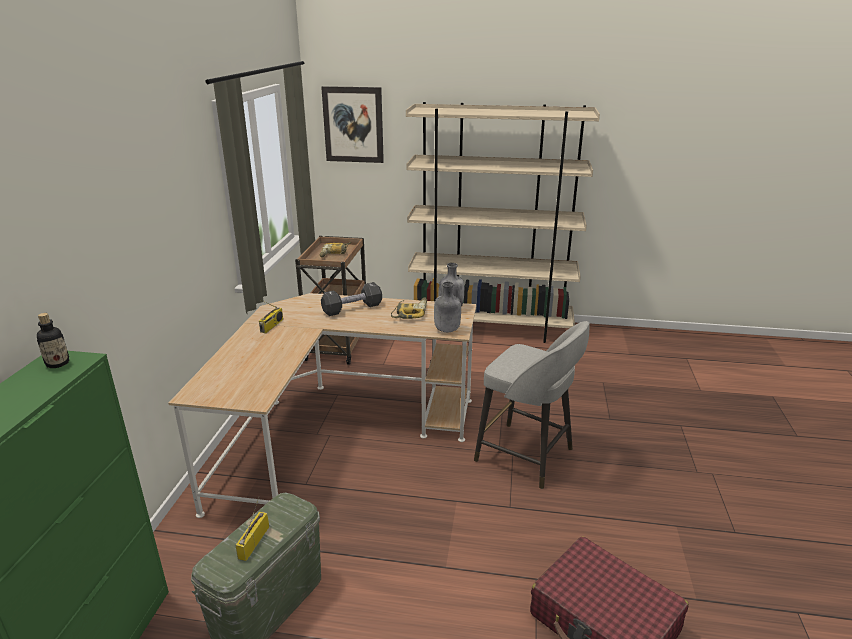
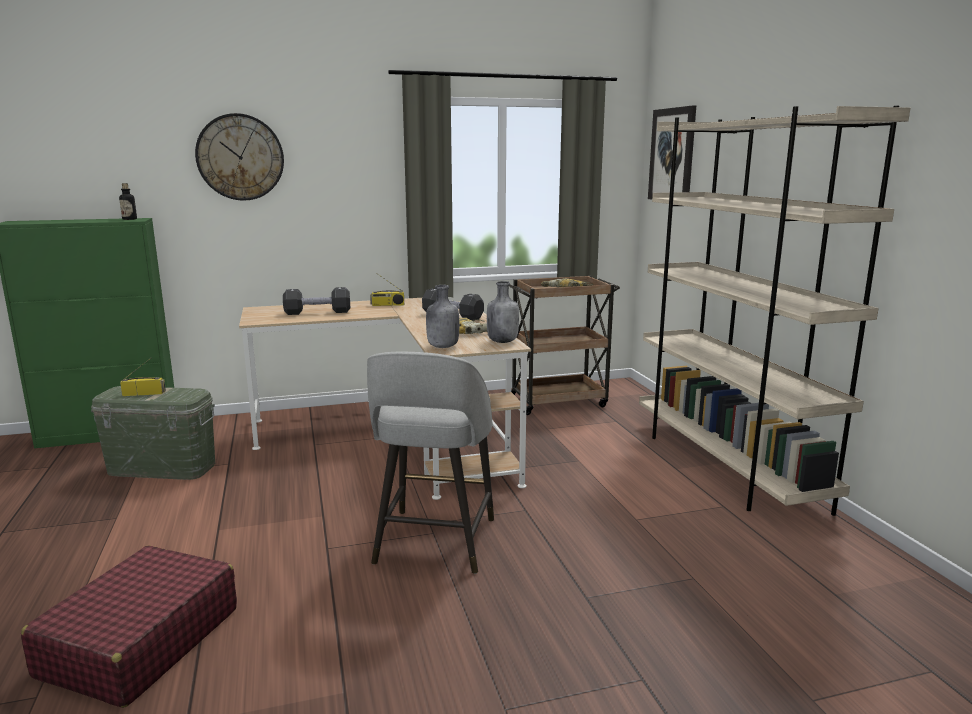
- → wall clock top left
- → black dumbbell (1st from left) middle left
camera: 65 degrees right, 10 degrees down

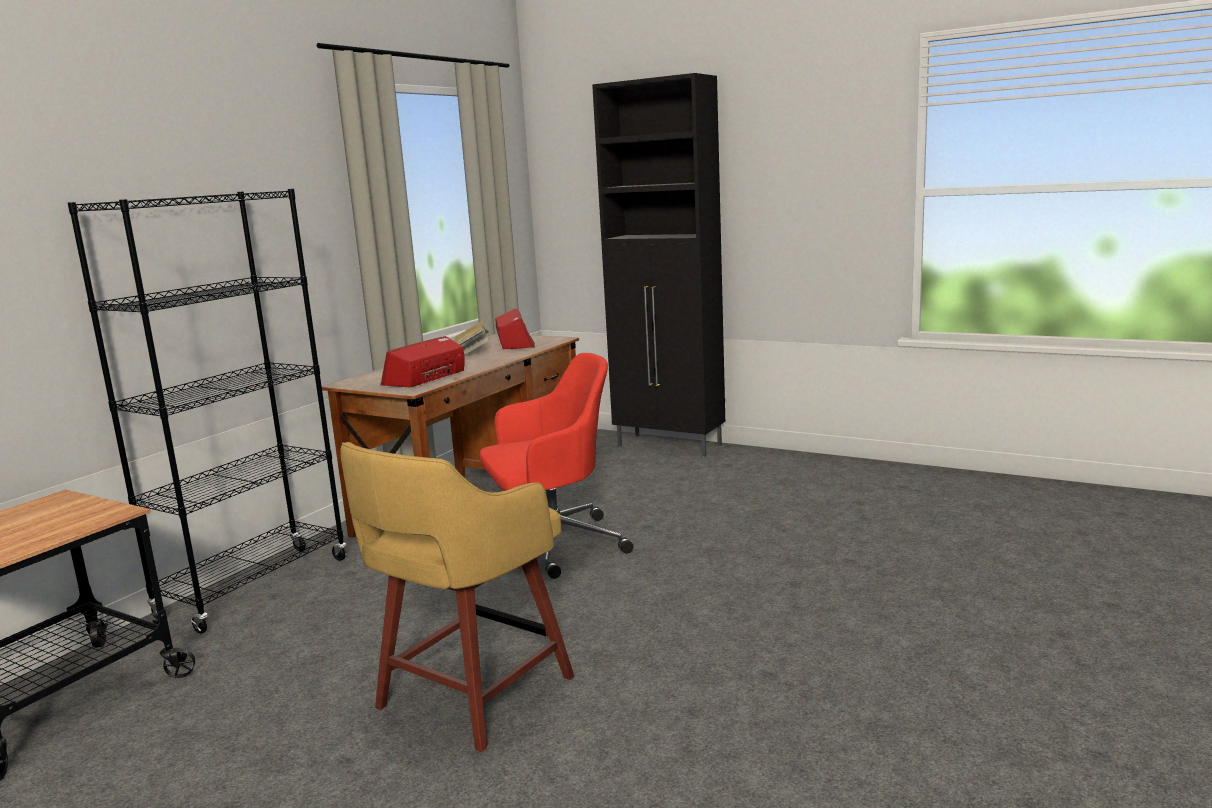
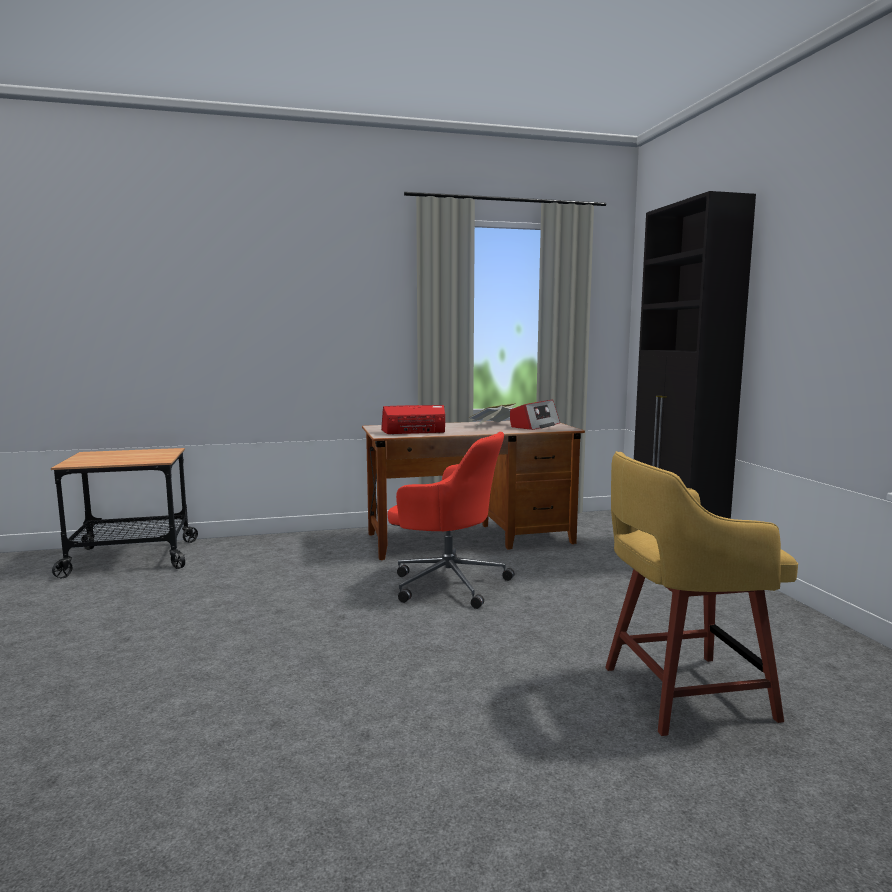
yellow stool bottom centre → yellow stool middle right, move
black bookcase middle left → -
camera: 45 degrees right, 5 degrees down

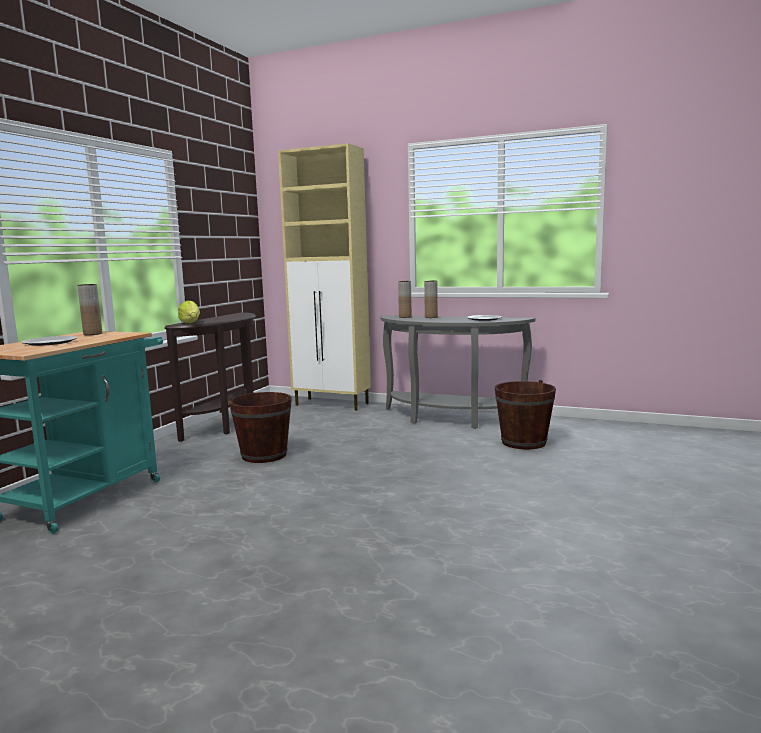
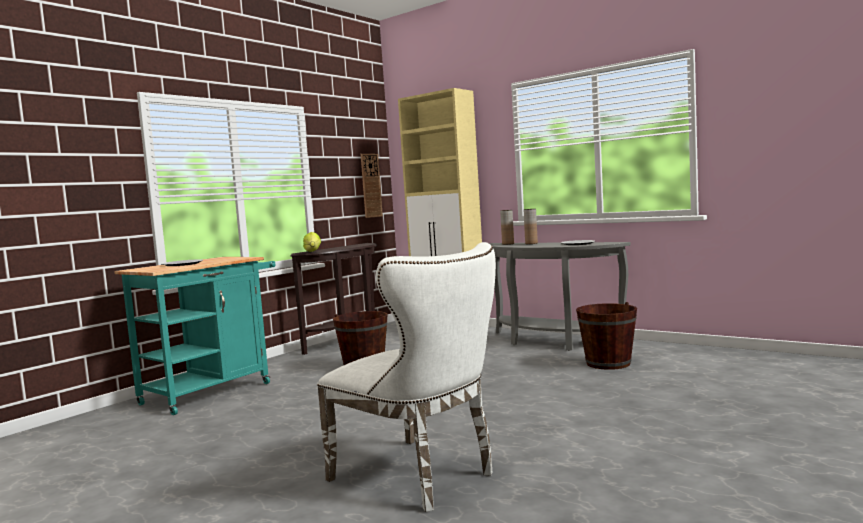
- → white chair bottom centre
- → wall clock centre
brown vase (1st from left) middle left → -
camera: 15 degrees right, 5 degrees down

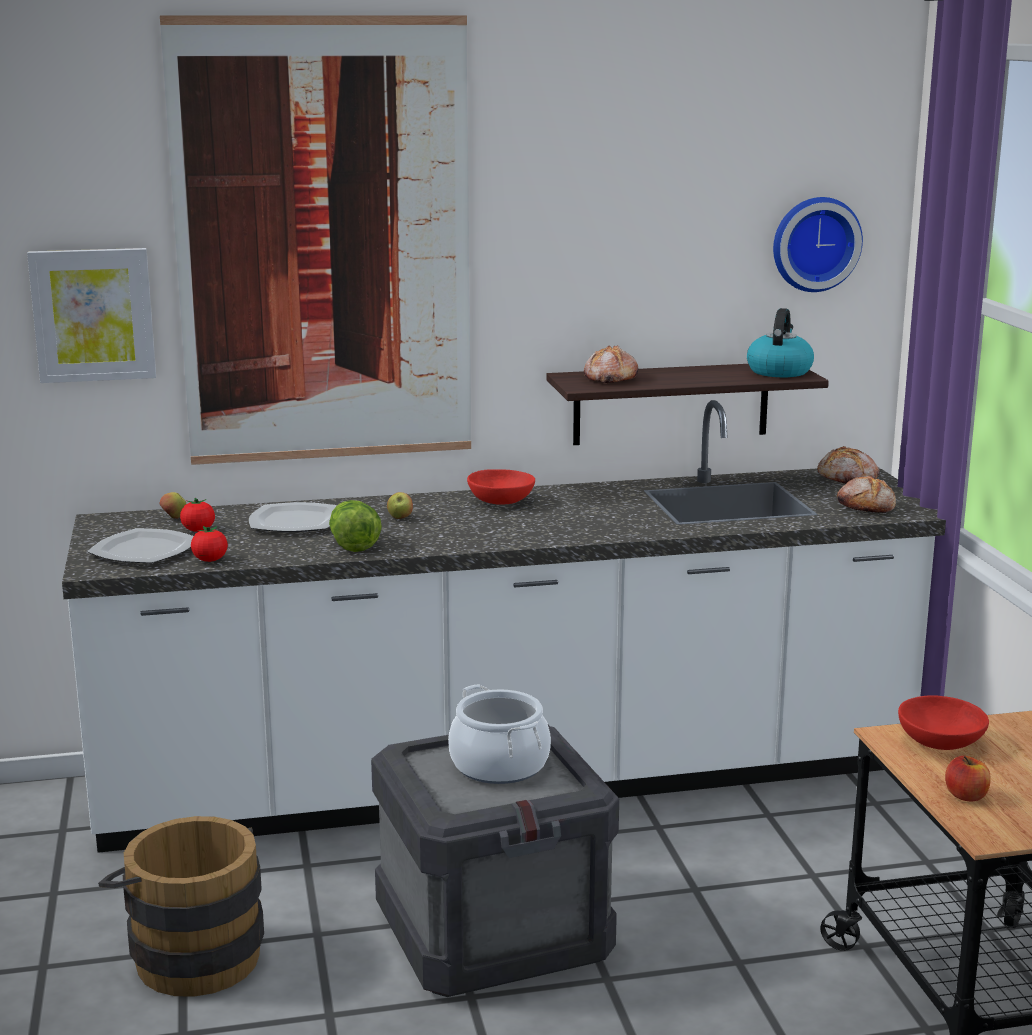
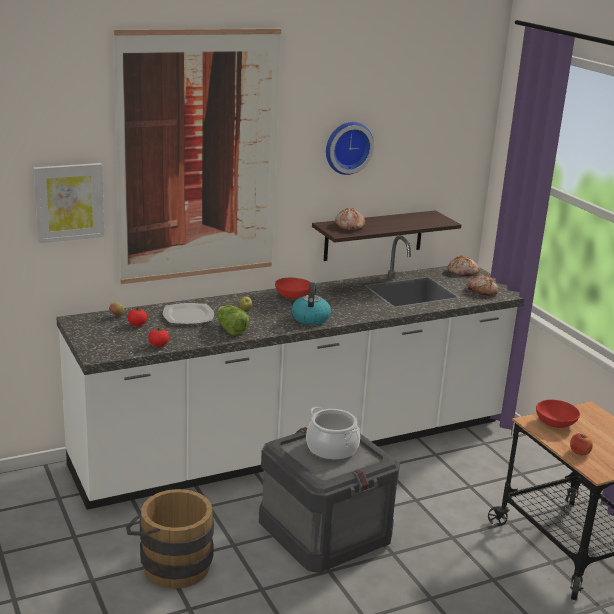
kettle top right → kettle centre, move
wall clock top right → wall clock top centre, move
plate (1st from left) middle left → -
camera: 15 degrees left, 5 degrees up

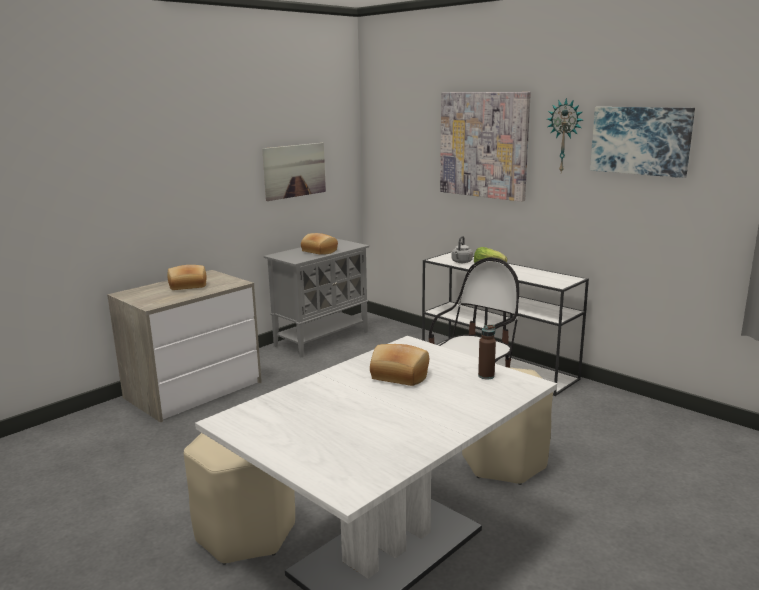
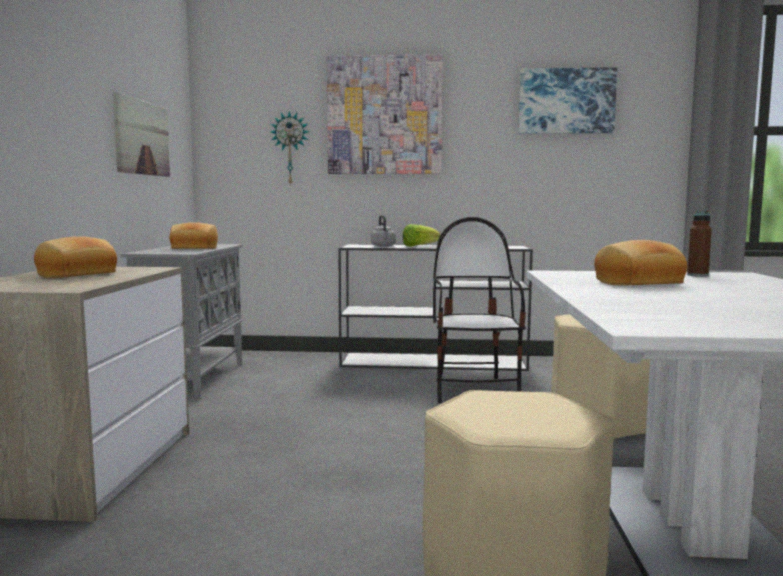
wall clock top right → wall clock top centre, move
camera: 40 degrees left, 10 degrees down

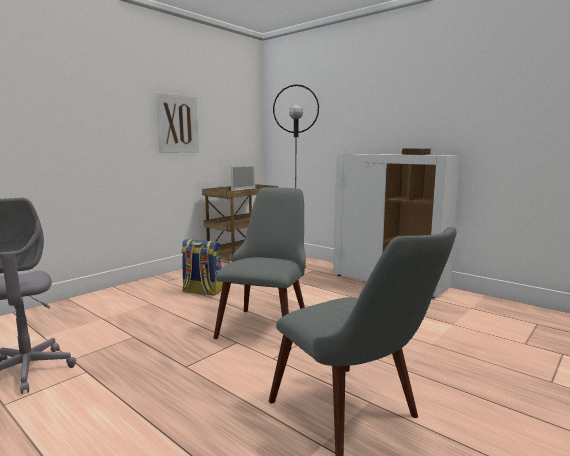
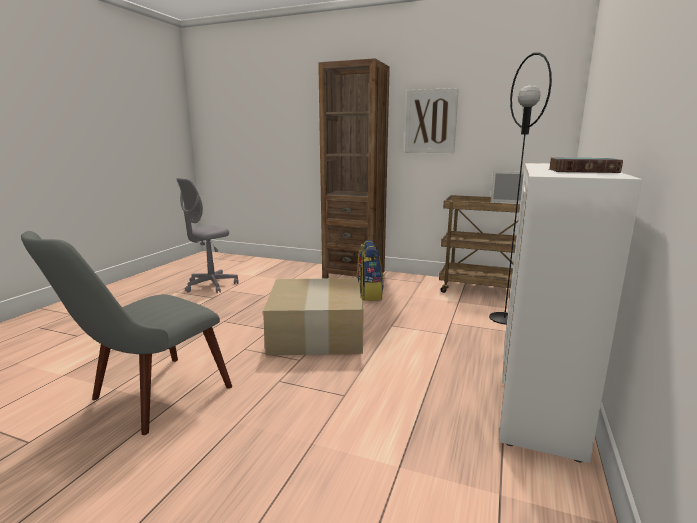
grey chair (1st from left) centre → cardboard box centre
- → brown bookcase top centre
camera: 70 degrees right, 5 degrees up

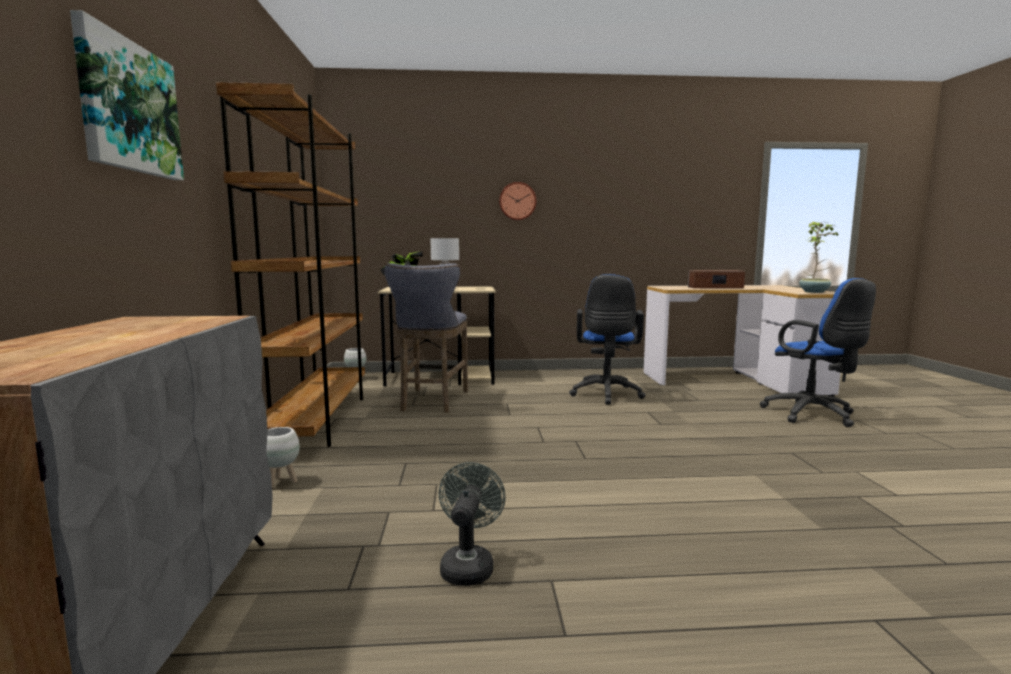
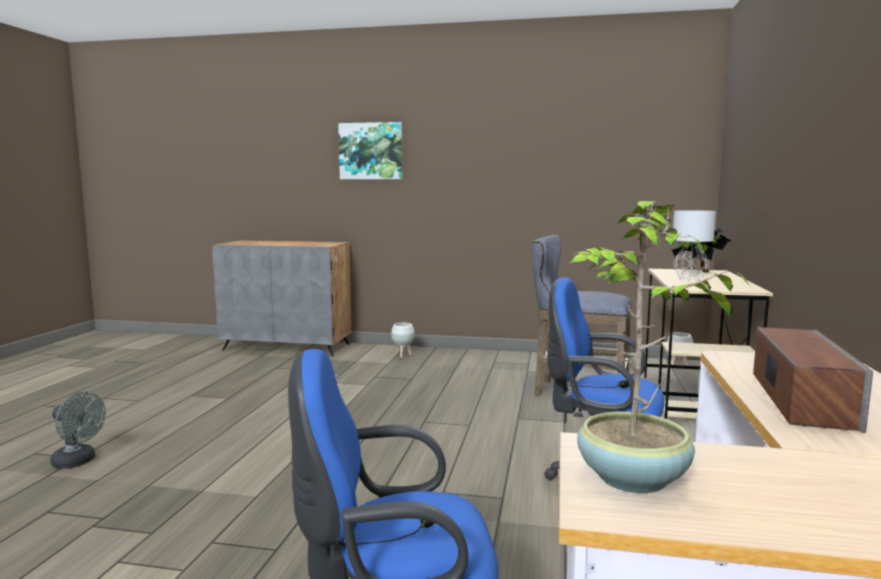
grey fan bottom centre → grey fan bottom left, move
brown bookcase middle left → -
wall clock top centre → -
camera: 105 degrees right, 0 degrees up

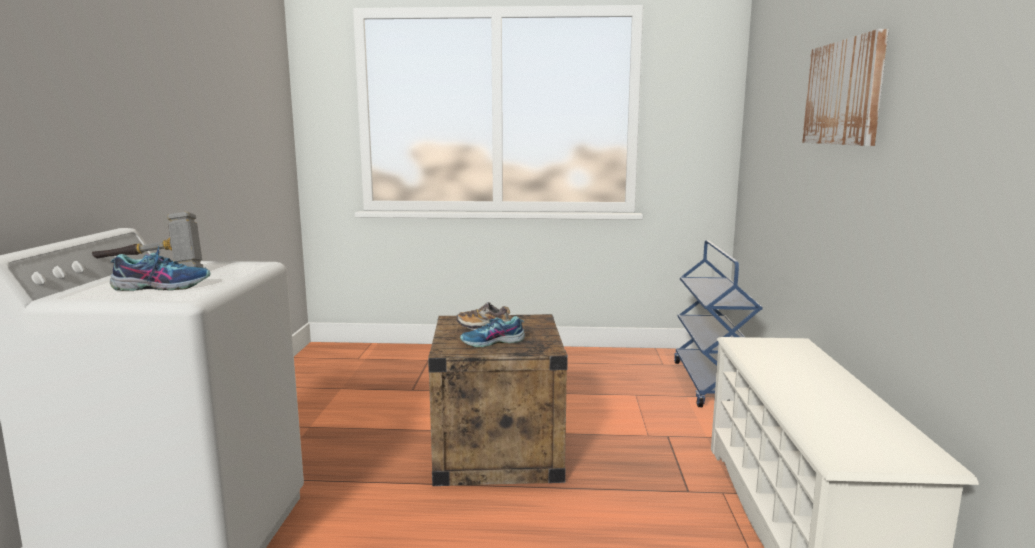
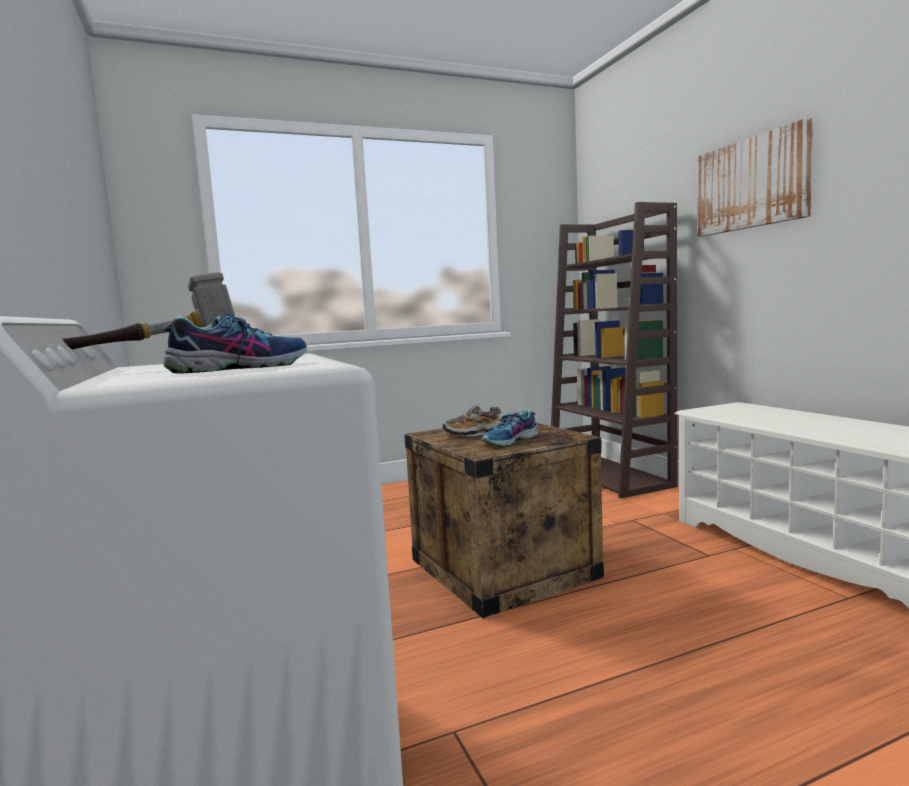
blue cart middle right → brown bookcase middle right
camera: 25 degrees left, 5 degrees down

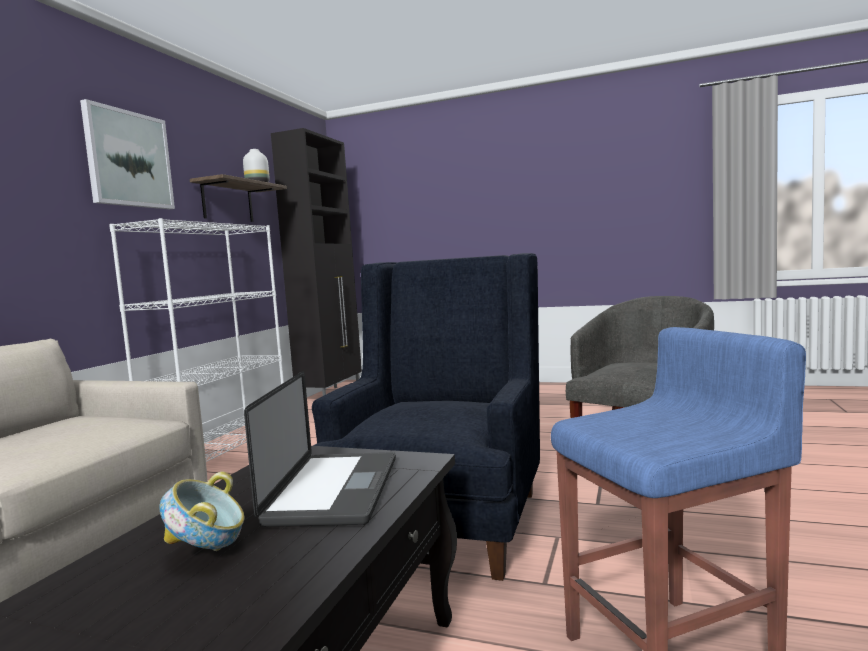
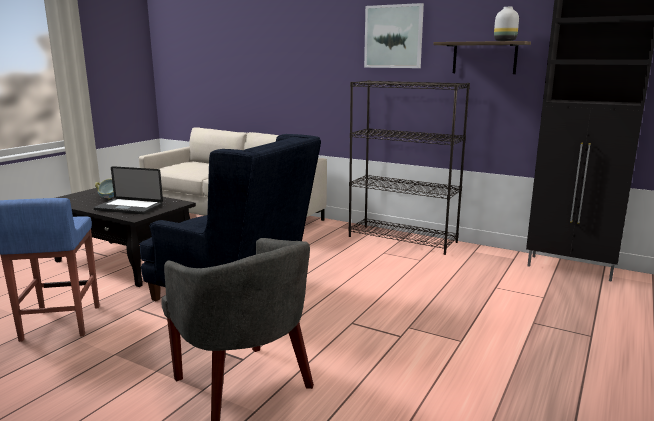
white bookcase middle left → black bookcase centre
camera: 100 degrees right, 10 degrees up

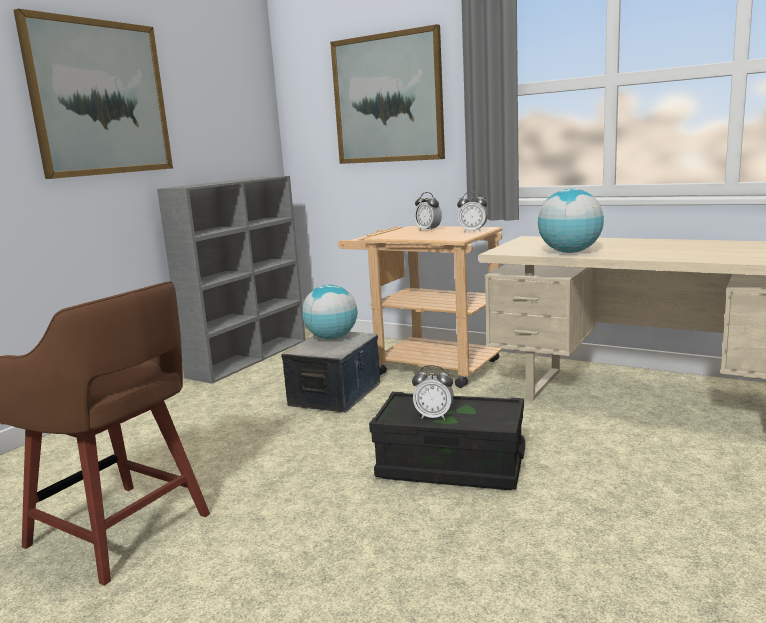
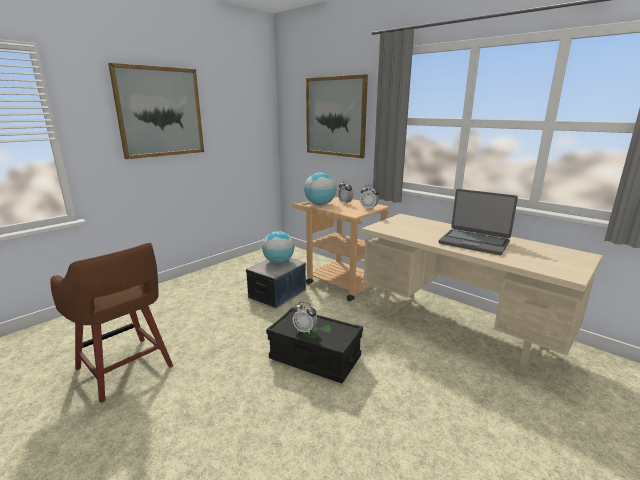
globe (2nd from left) middle right → globe (2nd from left) centre, move
- → laptop middle right
grey bookcase middle left → -
camera: 10 degrees right, 5 degrees up

